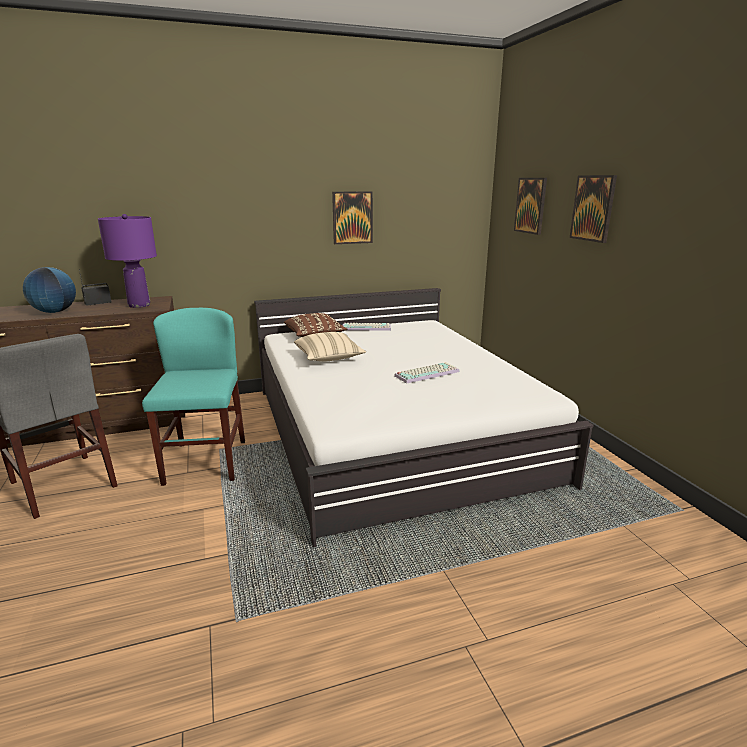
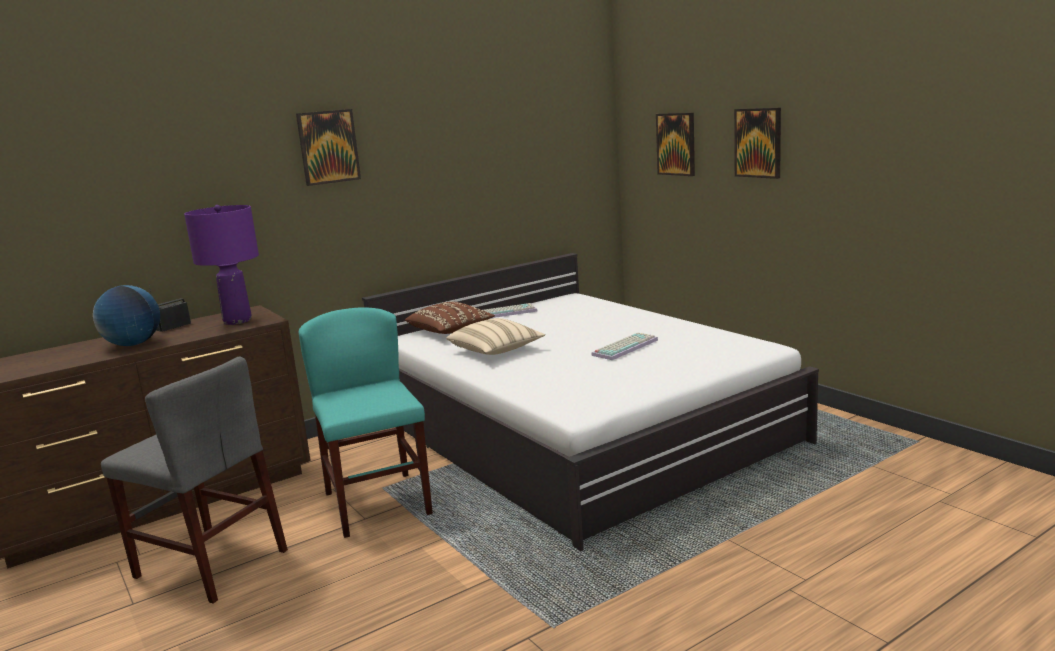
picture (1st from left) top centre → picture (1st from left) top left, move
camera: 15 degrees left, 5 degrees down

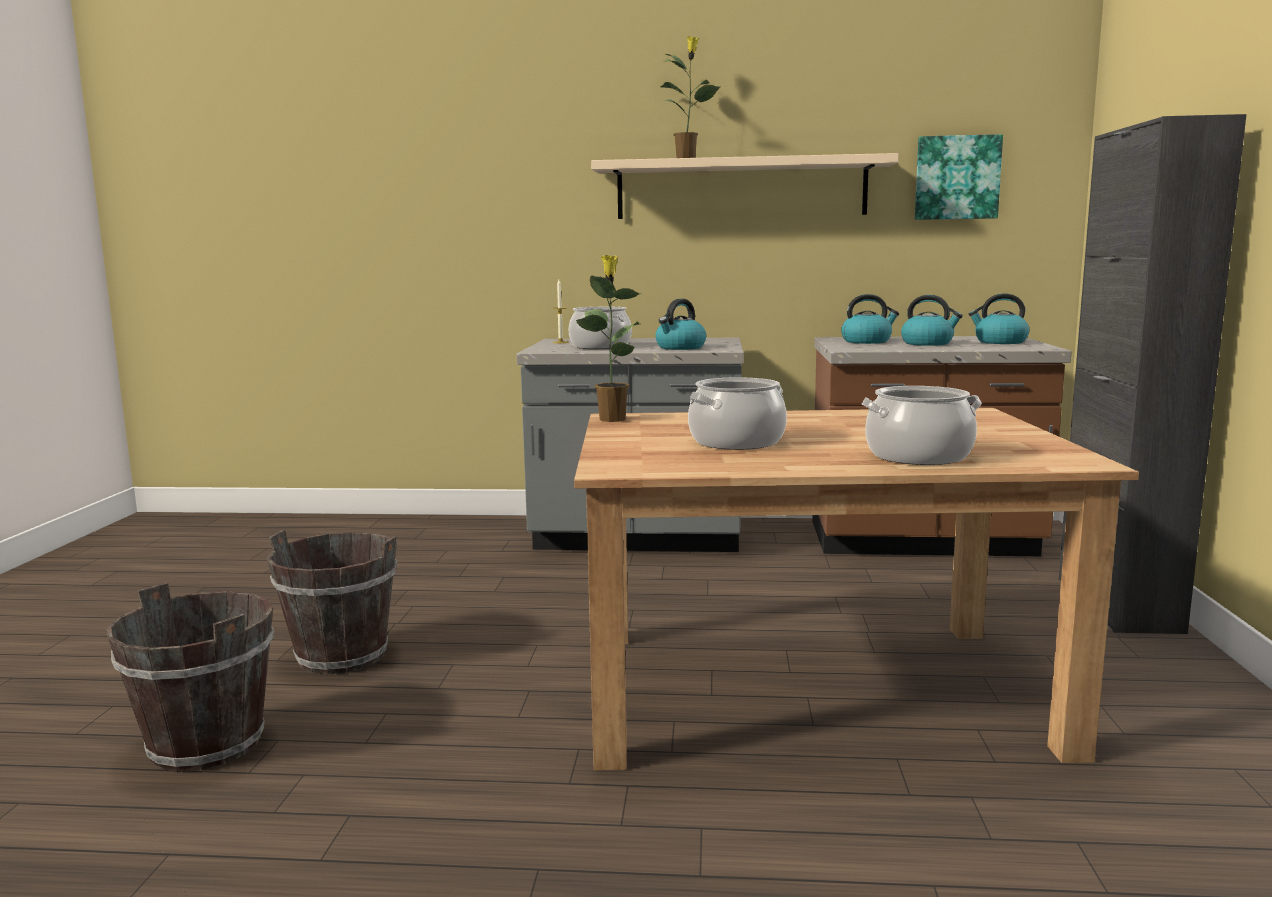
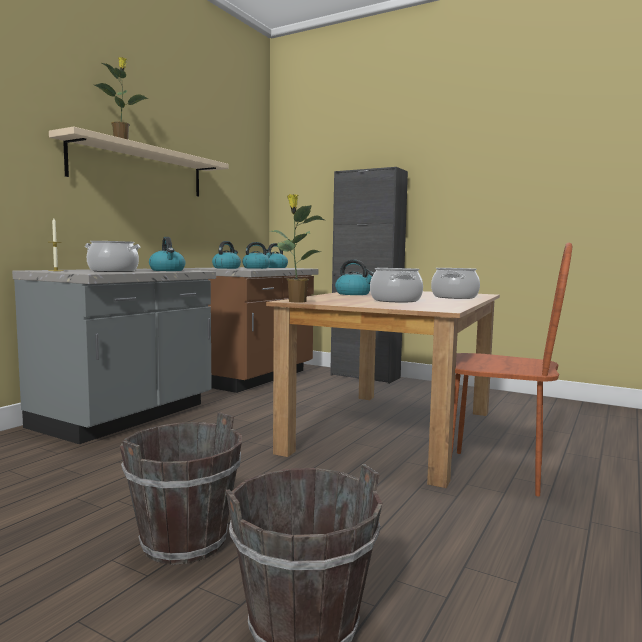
- → kettle (5th from left) centre
- → brown chair middle right
picture top right → -
camera: 65 degrees left, 5 degrees down

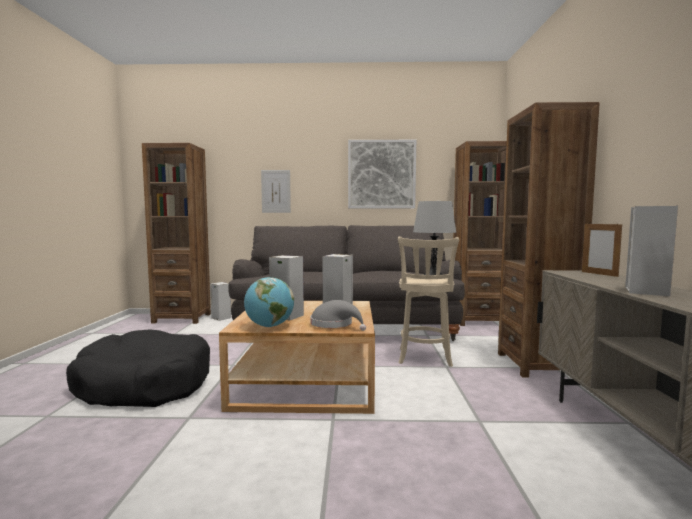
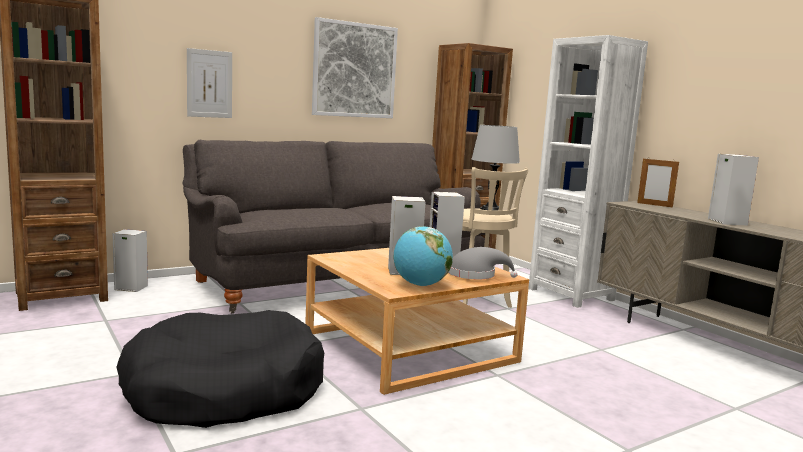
brown bookcase (3rd from left) middle right → white bookcase middle right
camera: 35 degrees left, 5 degrees up

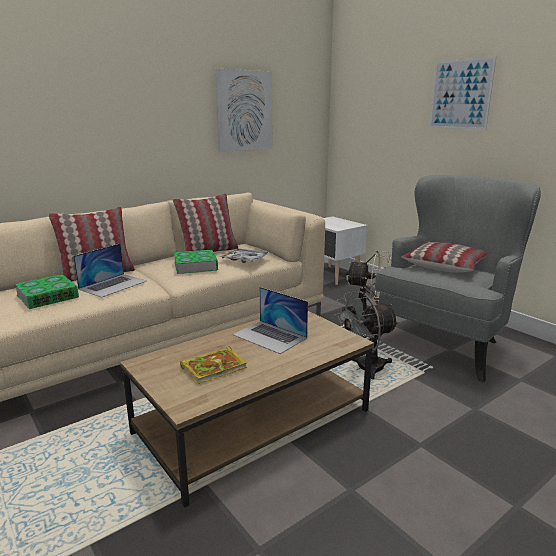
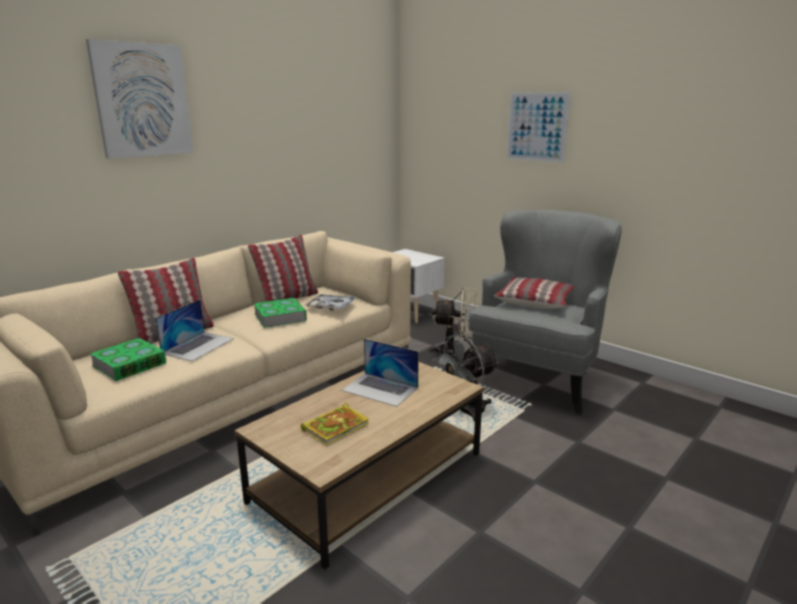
picture (1st from left) top centre → picture (1st from left) top left, move
camera: 10 degrees left, 0 degrees up

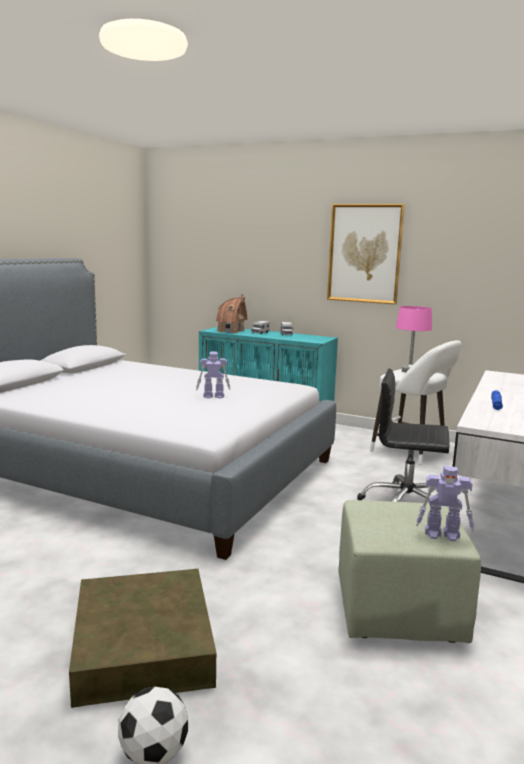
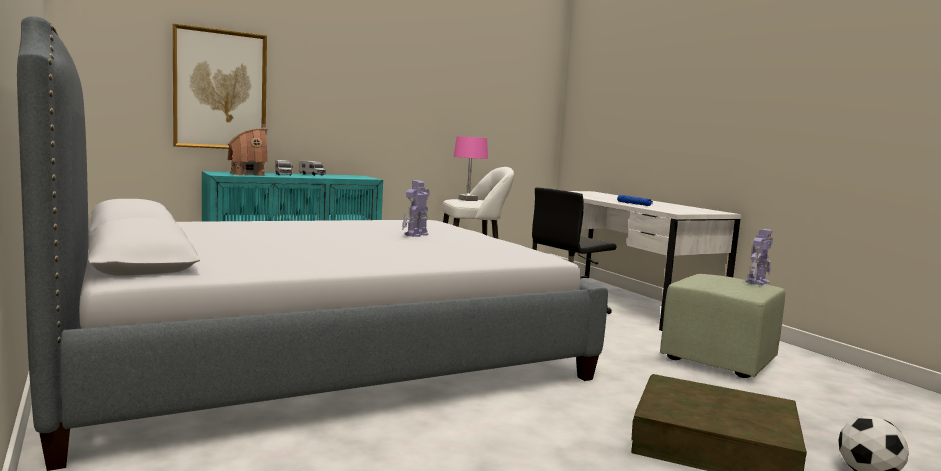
picture top right → picture top left, move
camera: 55 degrees left, 5 degrees down

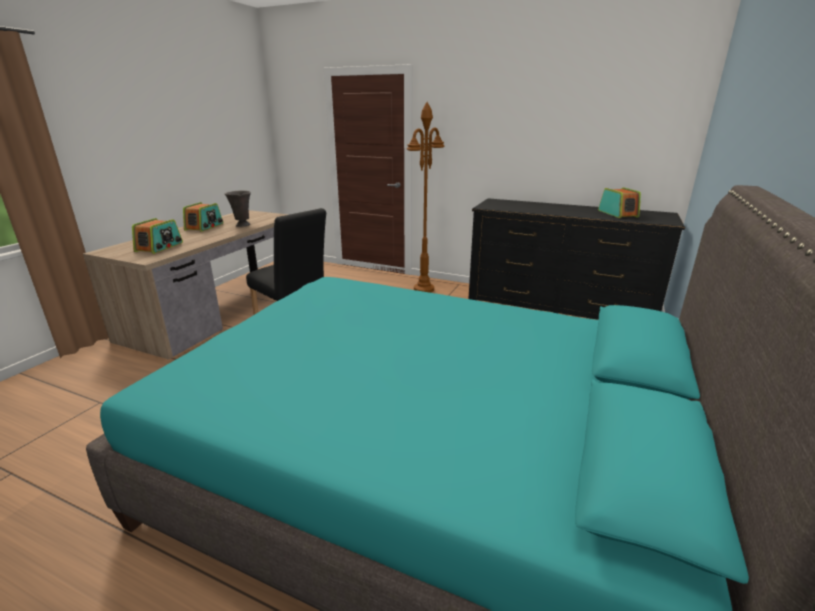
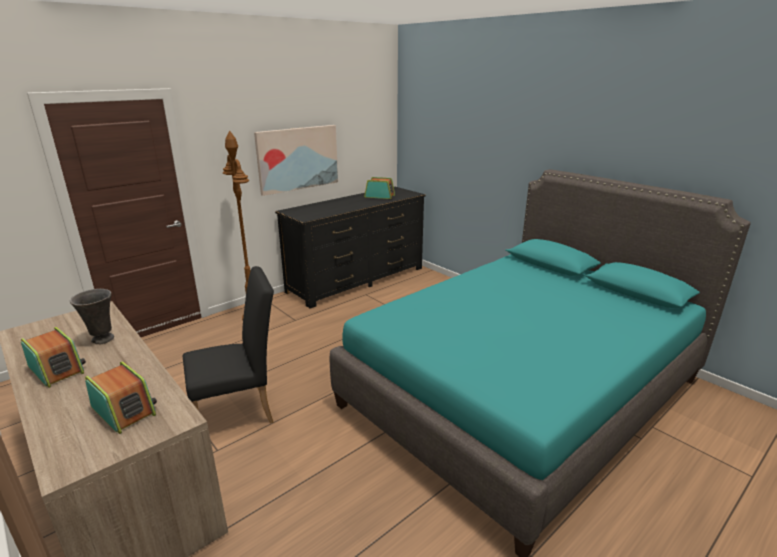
- → picture top centre
camera: 65 degrees left, 0 degrees up

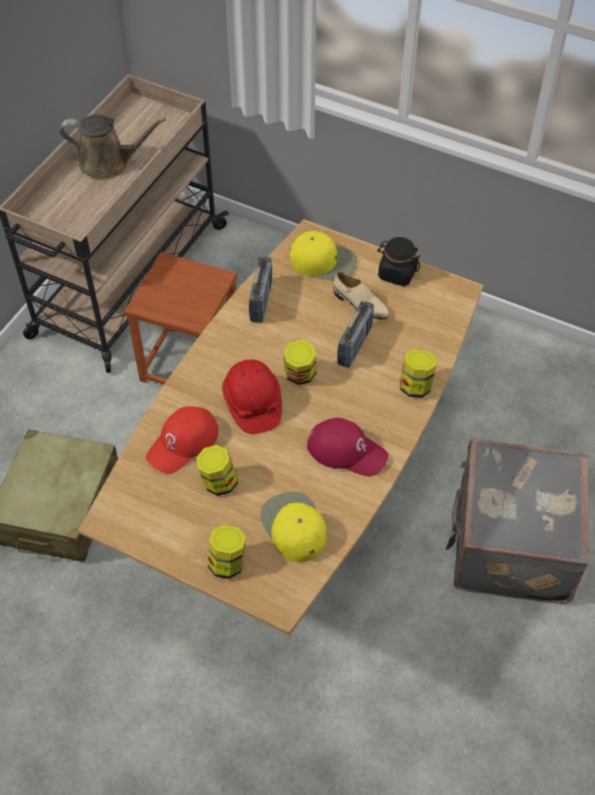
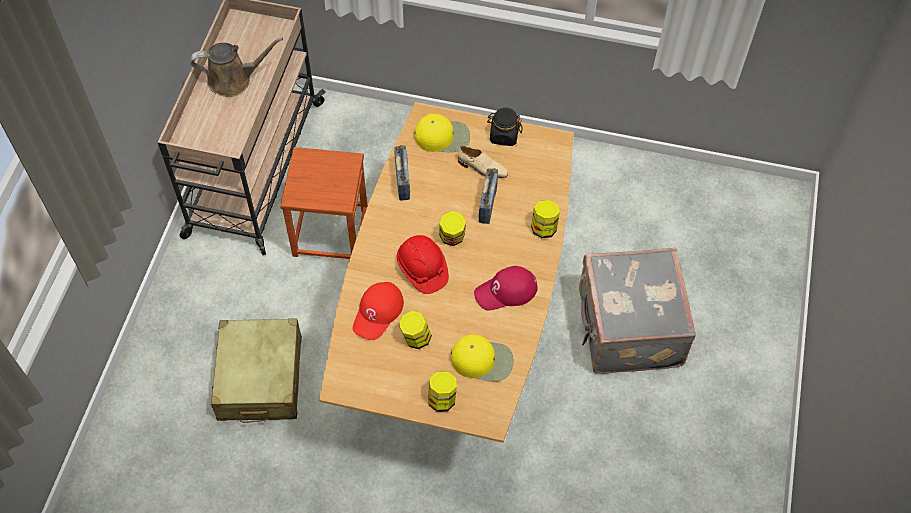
yellow cap (1st from left in the first image) centre → yellow cap (2nd from left) bottom centre, 135 degrees clockwise
red cap (2nd from left) centre, 150 degrees clockwise
camera: 15 degrees left, 5 degrees up

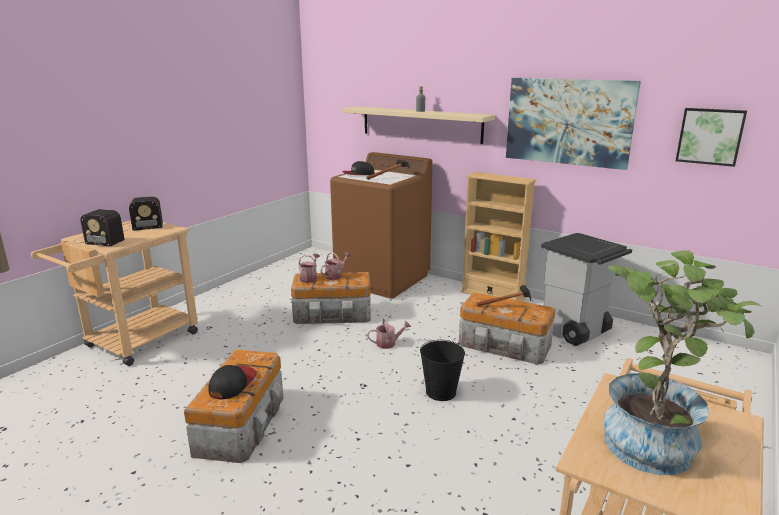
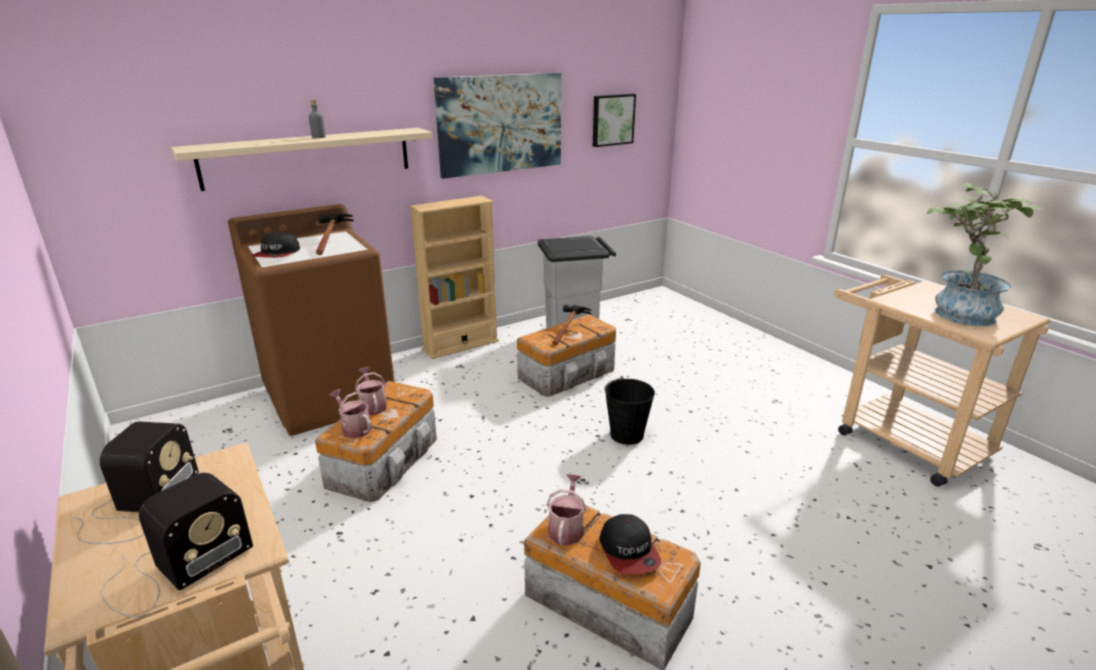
watering can (3rd from left) centre → watering can (3rd from left) bottom centre, move
cap (1st from left in the first image) bottom left → cap (2nd from left) bottom centre, 150 degrees counterclockwise
camera: 65 degrees left, 5 degrees up

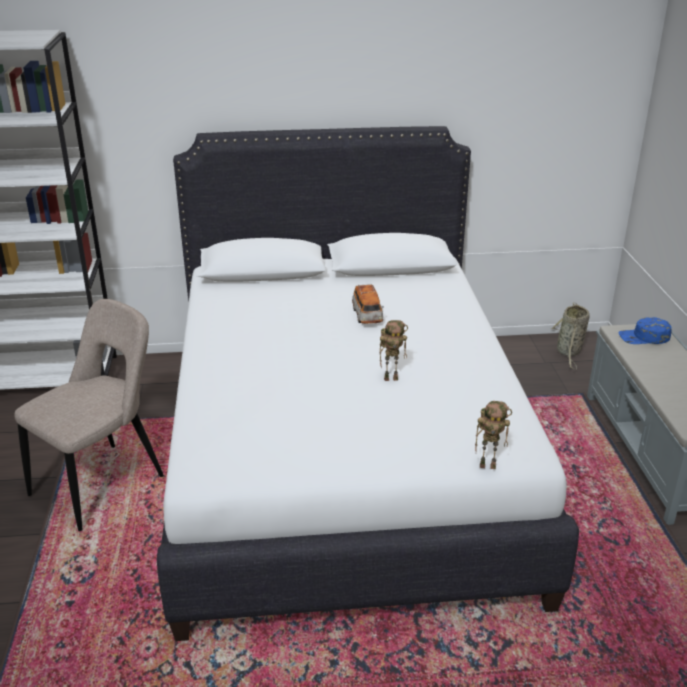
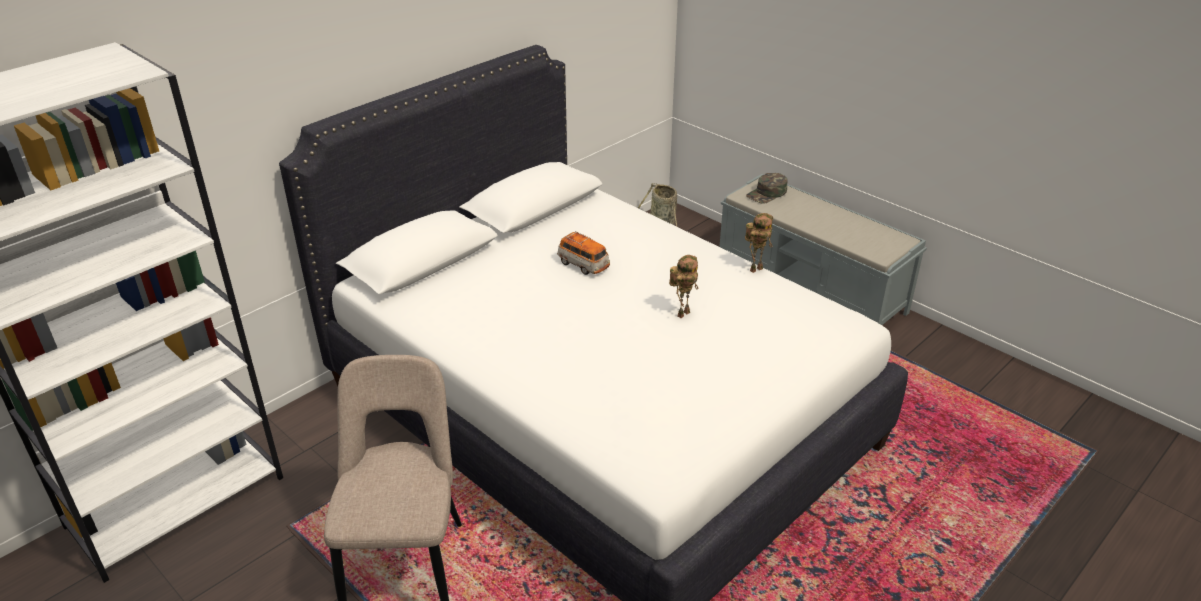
toy robot (2nd from left) middle right → toy robot (2nd from left) centre, move
blue cap middle right → green cap top centre
camera: 40 degrees left, 5 degrees up

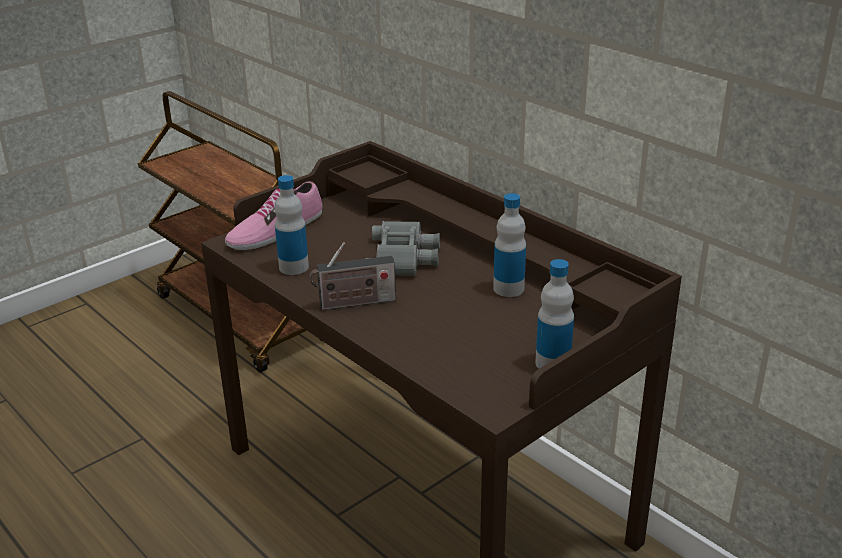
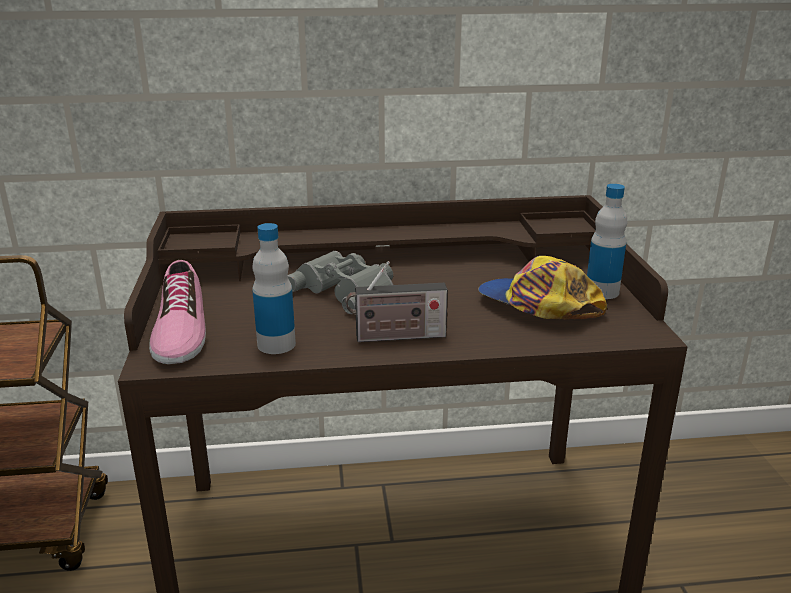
radio centre, 60 degrees clockwise
- → cap middle right
bottle (2nd from left) centre → -
camera: 55 degrees left, 5 degrees down

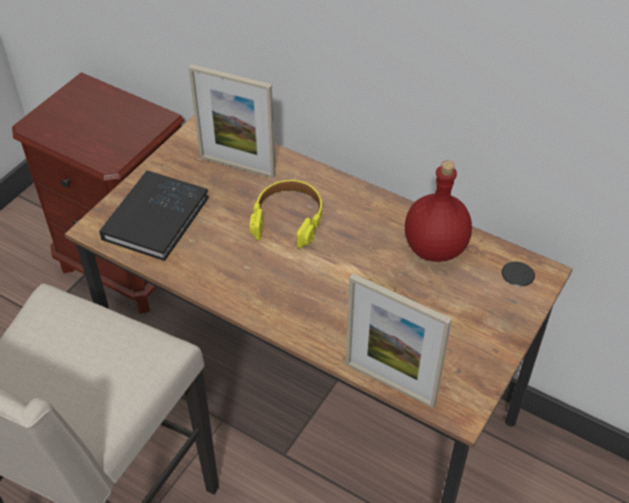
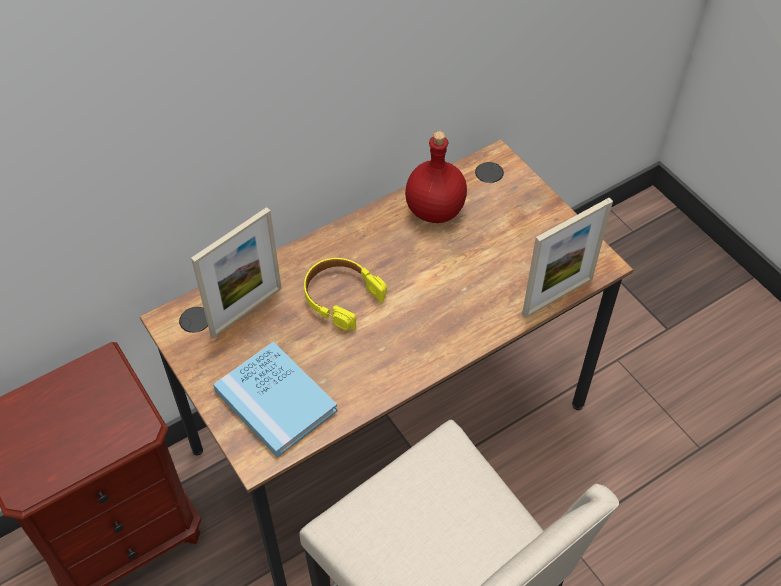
black book middle left → blue book bottom centre
camera: 65 degrees left, 5 degrees up

